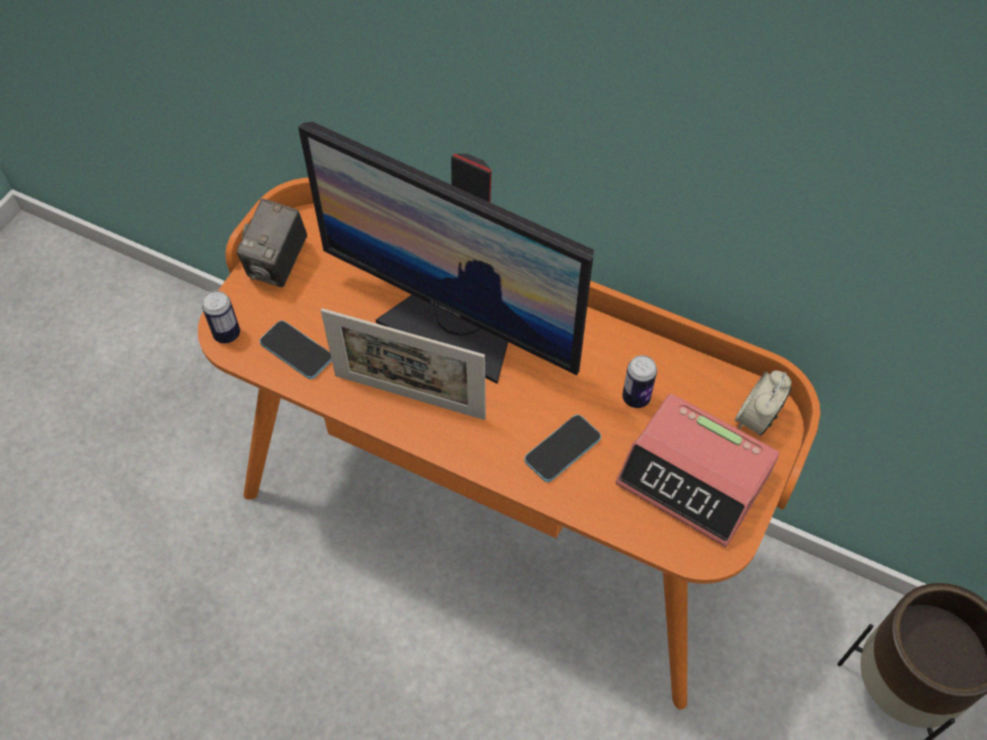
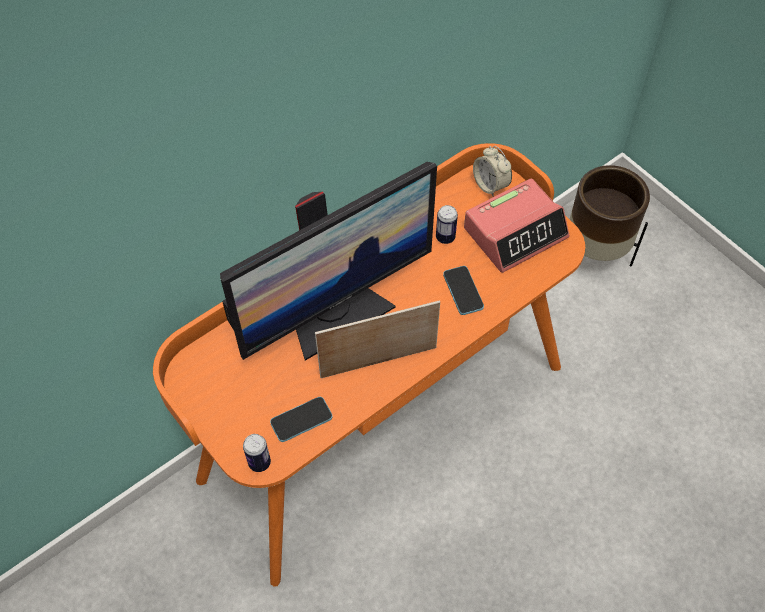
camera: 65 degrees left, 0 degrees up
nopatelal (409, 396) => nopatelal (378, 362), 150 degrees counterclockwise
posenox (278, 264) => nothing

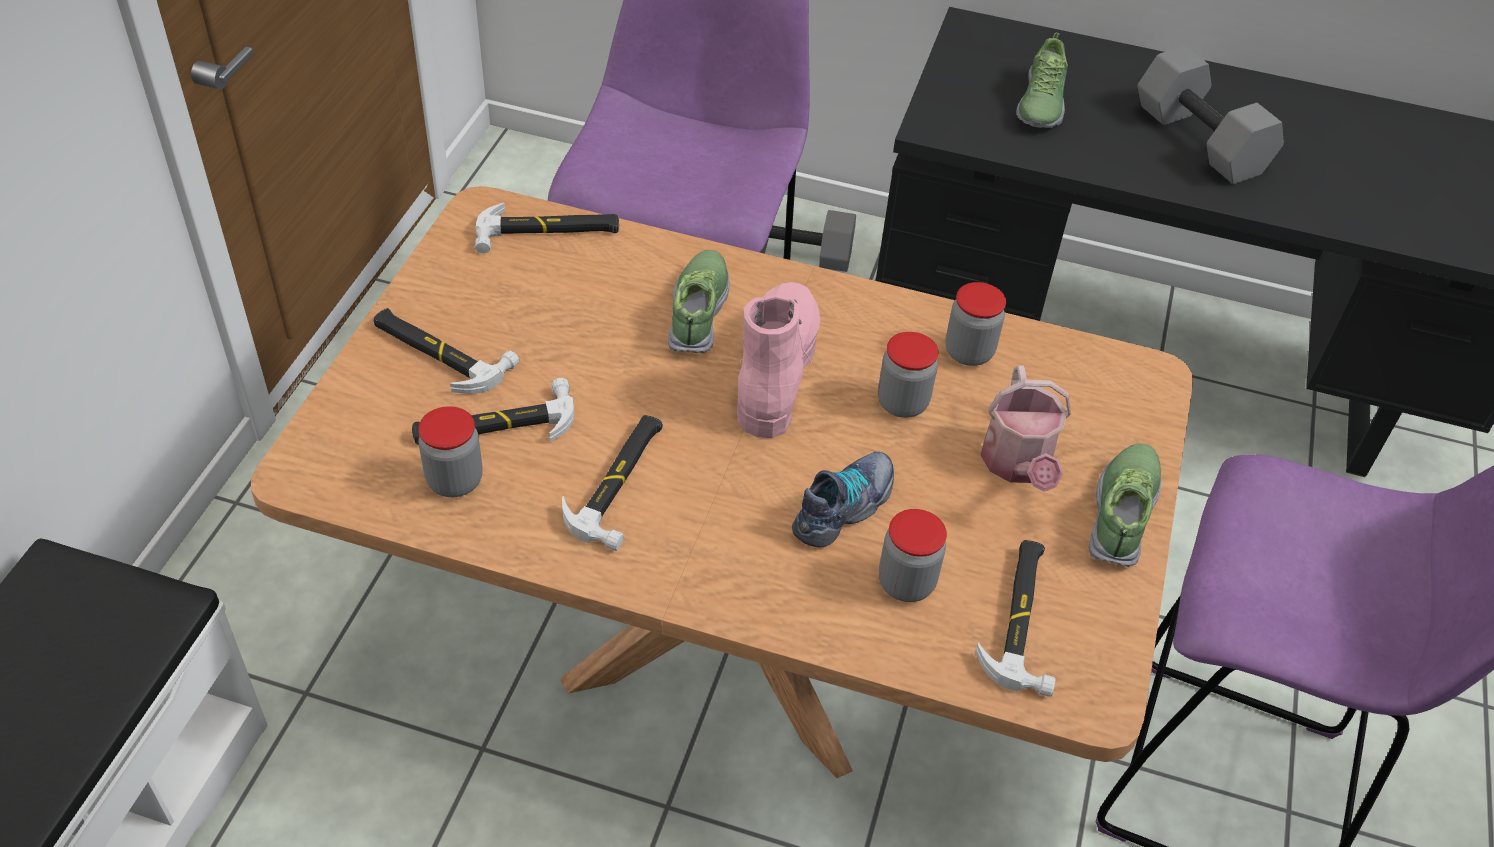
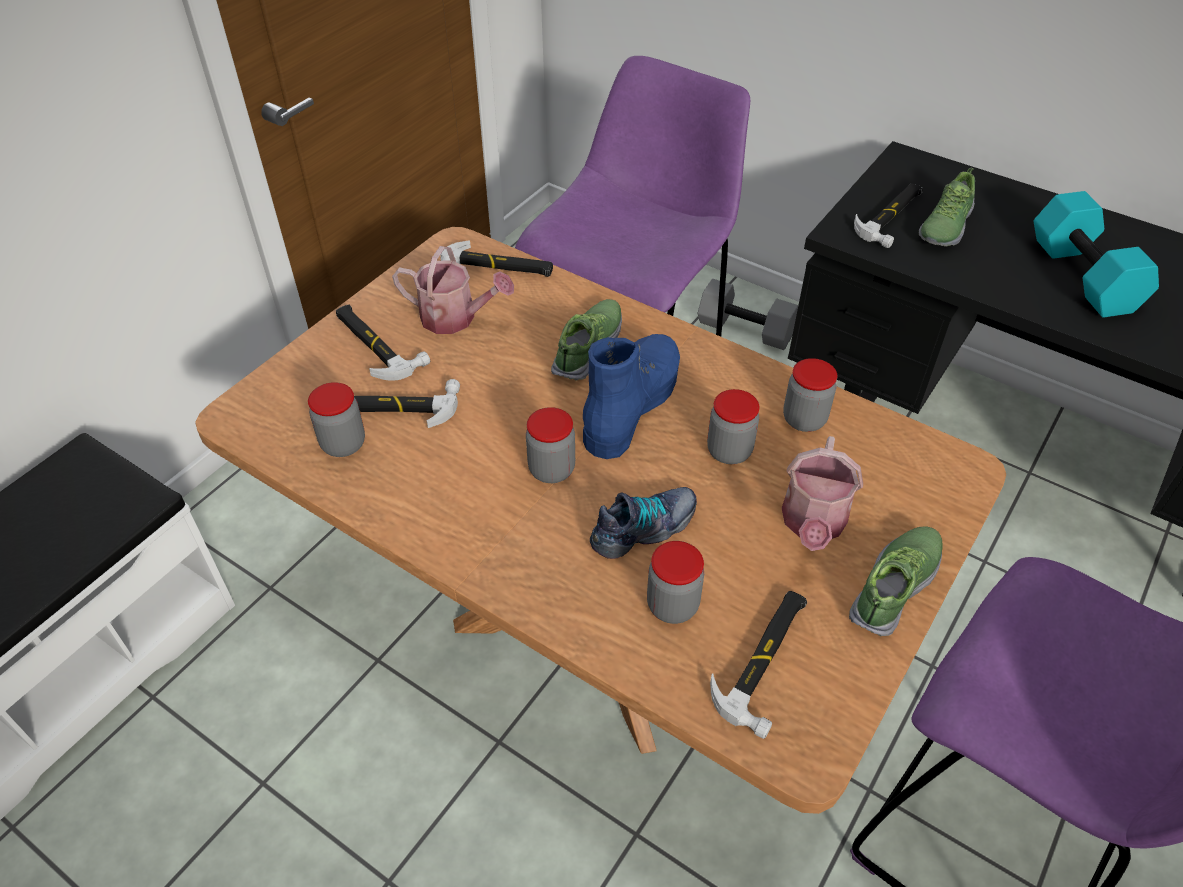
camera: 20 degrees right, 0 degrees up
nothing => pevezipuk (455, 318)
nothing => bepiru (551, 469)
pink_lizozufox (774, 372) => blue_lizozufox (630, 406)
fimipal (620, 482) => fimipal (891, 216), shifted
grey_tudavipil (1202, 140) => turquoise_tudavipil (1085, 276)

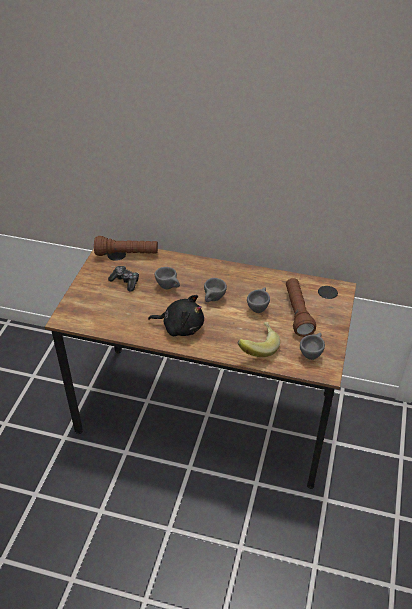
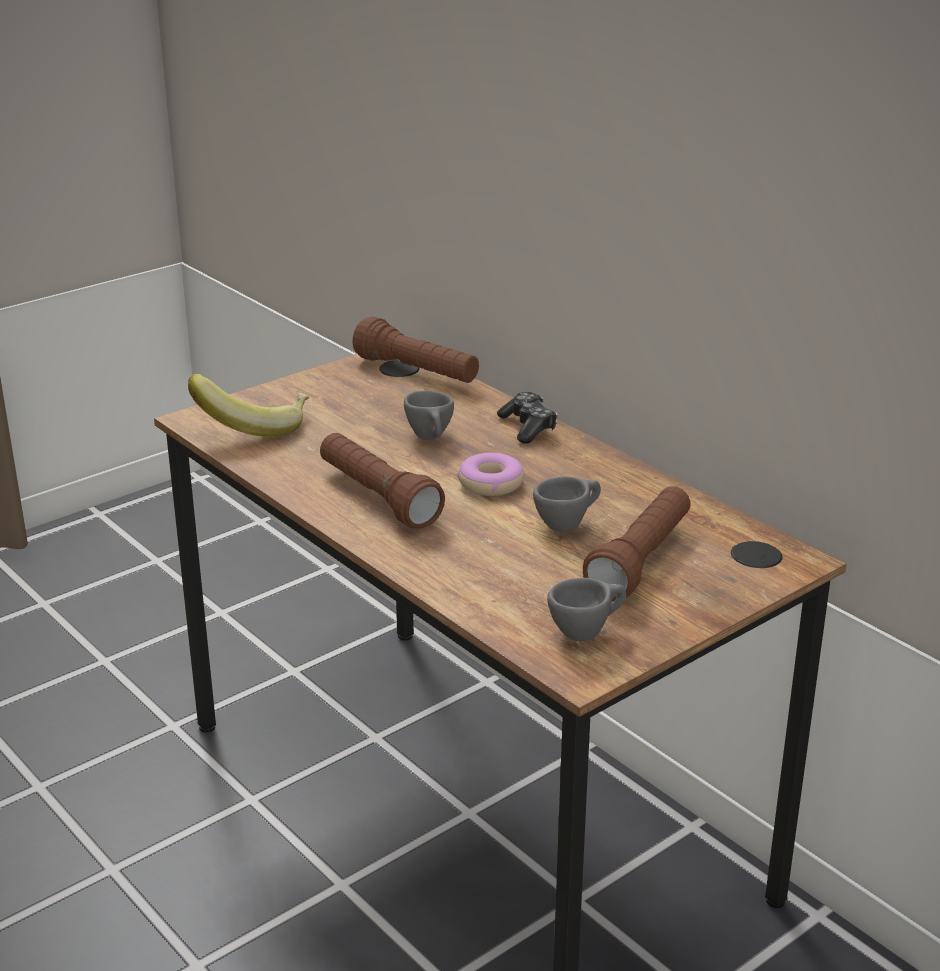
camera: 35 degrees right, 15 degrees down
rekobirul (257, 347) => rekobirul (254, 426), shifted
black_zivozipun (181, 326) => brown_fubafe (377, 498)
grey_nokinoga (213, 300) => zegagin (491, 483)
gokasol (125, 281) => gokasol (528, 427), shifted

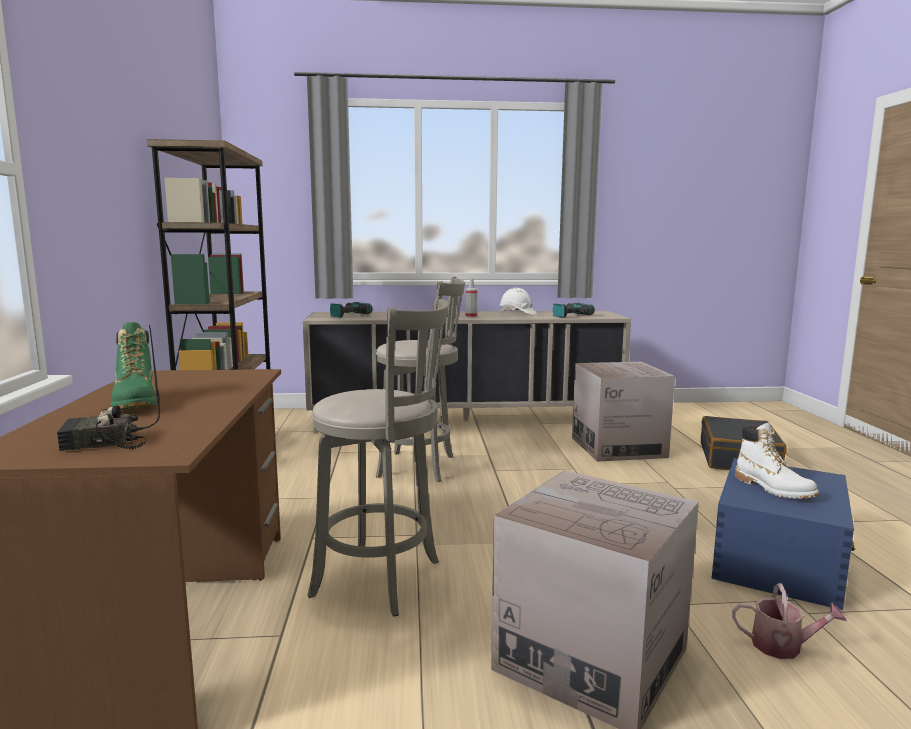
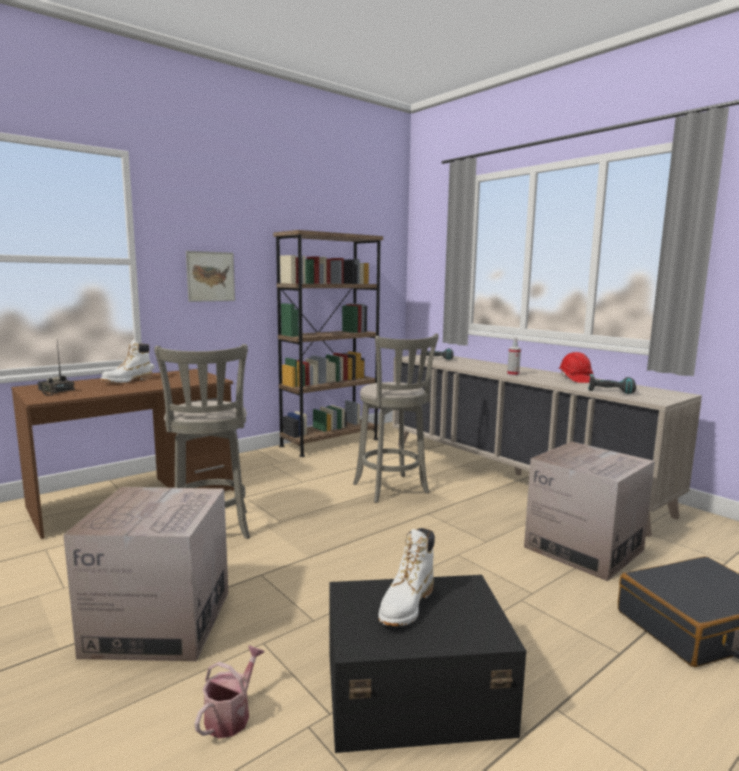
camera: 55 degrees right, 0 degrees up
green_lizozufox (136, 403) => white_lizozufox (127, 381)
nothing => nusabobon (210, 276)
pevezipuk (783, 646) => pevezipuk (231, 715), 135 degrees counterclockwise
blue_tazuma (776, 560) => black_tazuma (413, 692)
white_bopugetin (517, 313) => red_bopugetin (575, 379)

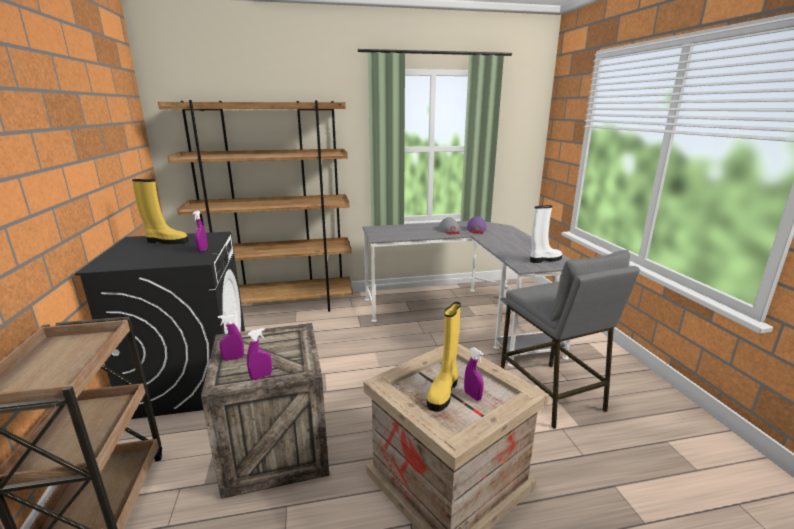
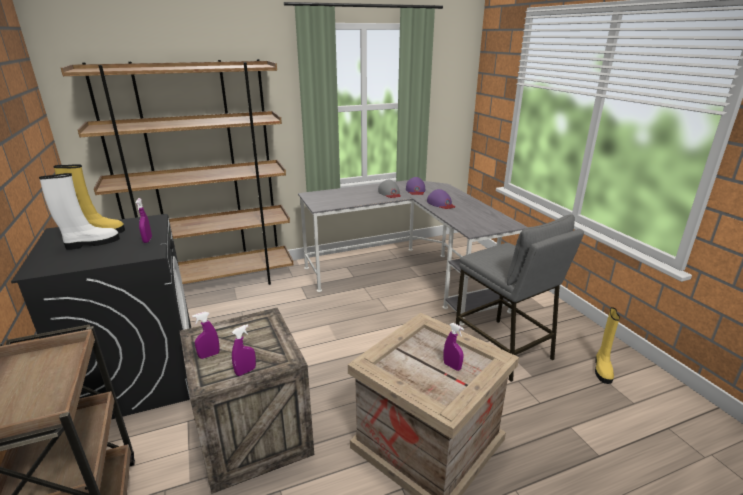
camera: 10 degrees left, 5 degrees up
white_lizozufox (544, 260) => white_lizozufox (91, 243), shifted
nothing => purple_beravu (441, 203)
yellow_lizozufox (443, 392) => yellow_lizozufox (602, 369), shifted

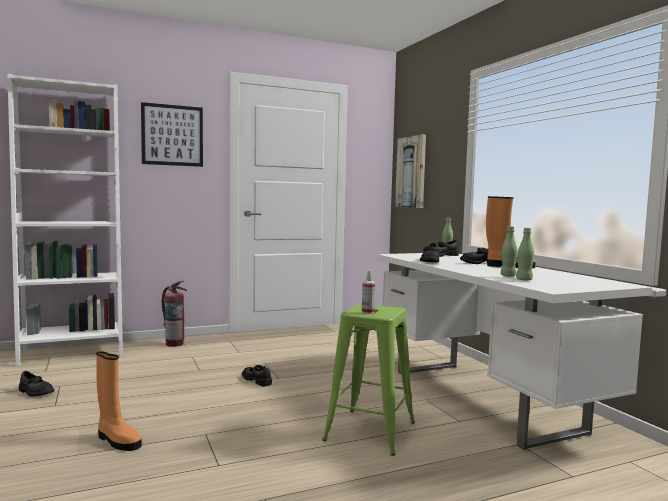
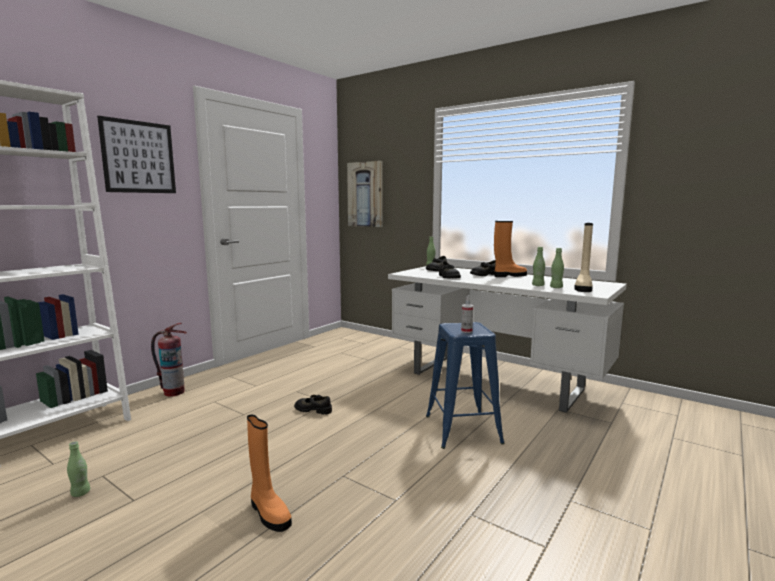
camera: 30 degrees left, 5 degrees up
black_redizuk (35, 392) => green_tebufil (80, 493)
orange_lizozufox (117, 441) => orange_lizozufox (268, 513), 45 degrees clockwise
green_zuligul (369, 431) => blue_zuligul (462, 429)
nothing => beige_lizozufox (583, 288)

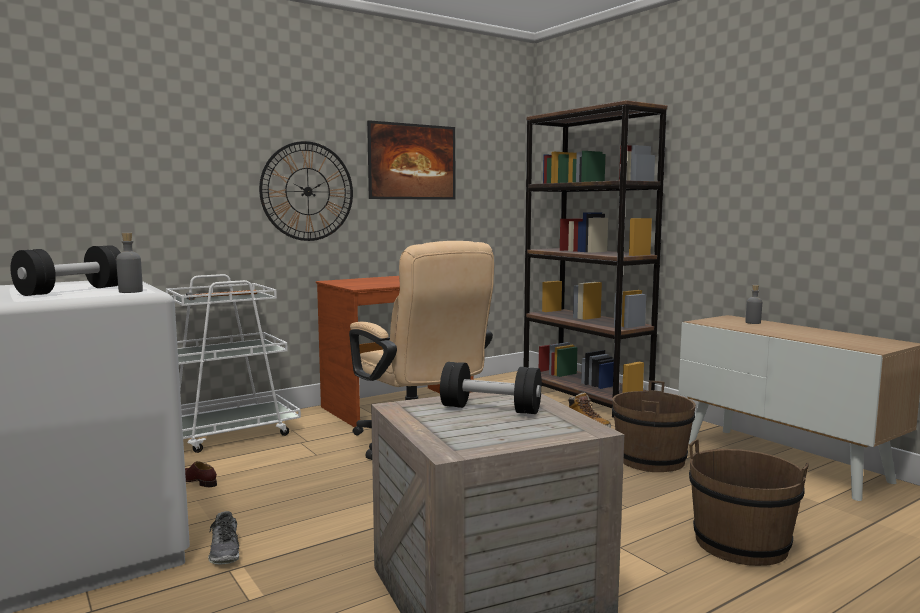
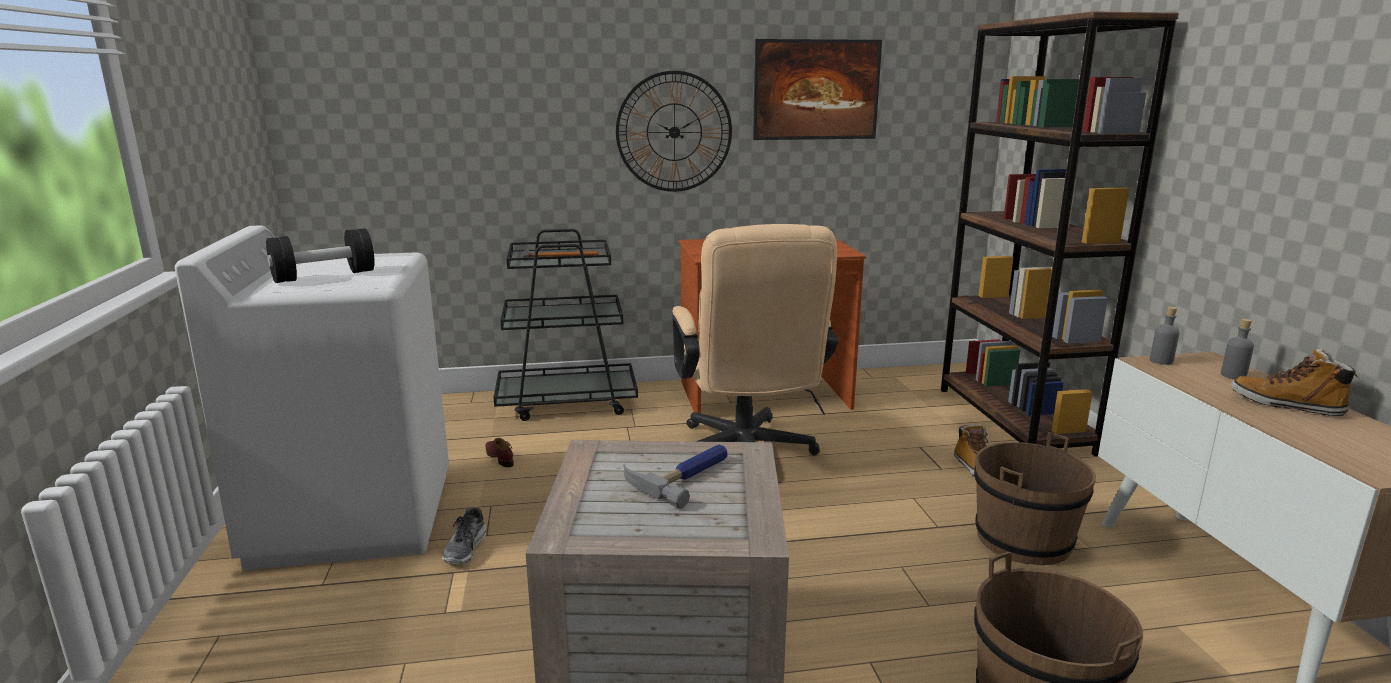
camera: 25 degrees right, 10 degrees up
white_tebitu (228, 434) => black_tebitu (568, 402)
black_tudavipil (491, 409) => fimipal (683, 476)
grey_tebufil (130, 291) => grey_tebufil (1161, 361), shifted
nothing => lizozufox (1287, 405)

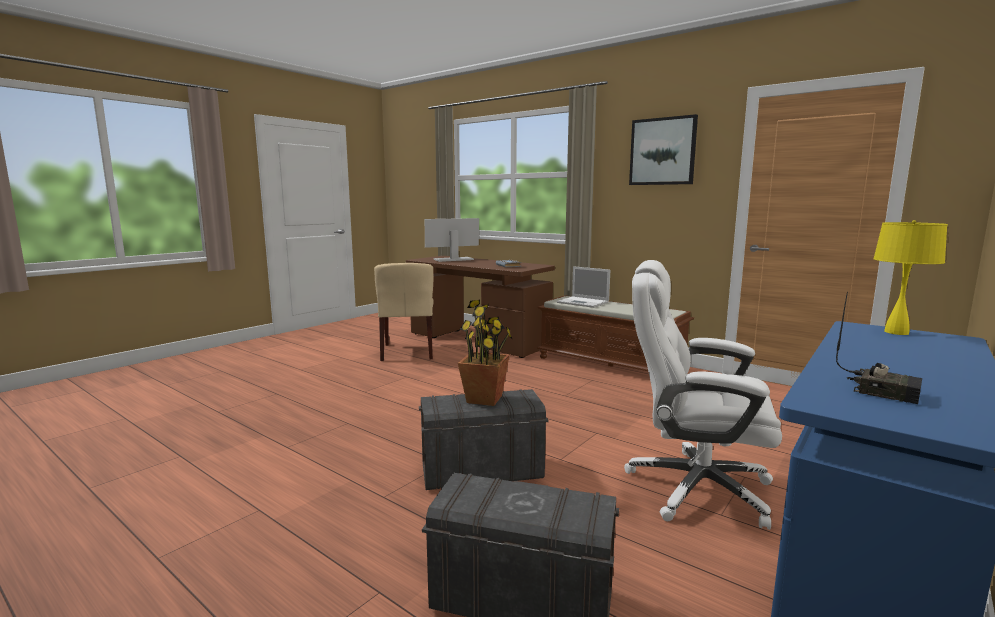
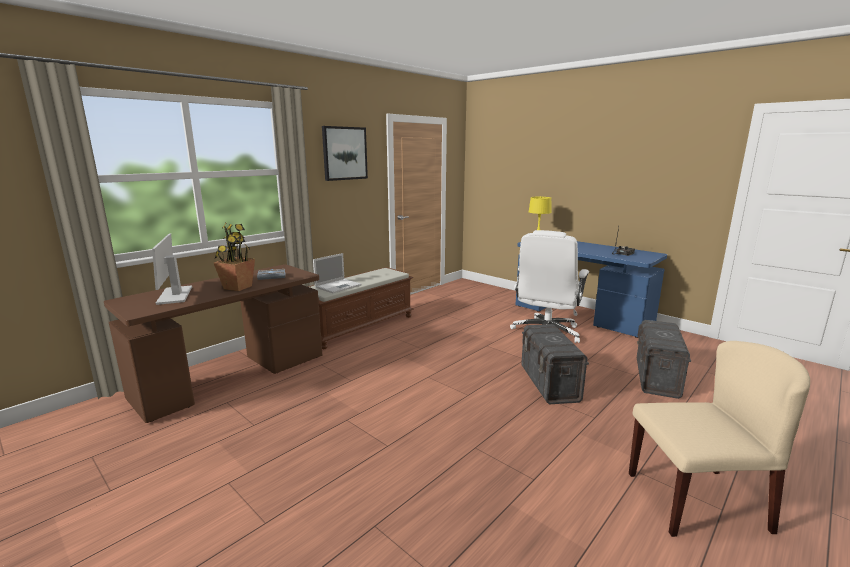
camera: 85 degrees left, 5 degrees up
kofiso (484, 399) => kofiso (237, 287), shifted
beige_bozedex (408, 352) => beige_bozedex (696, 500), shifted

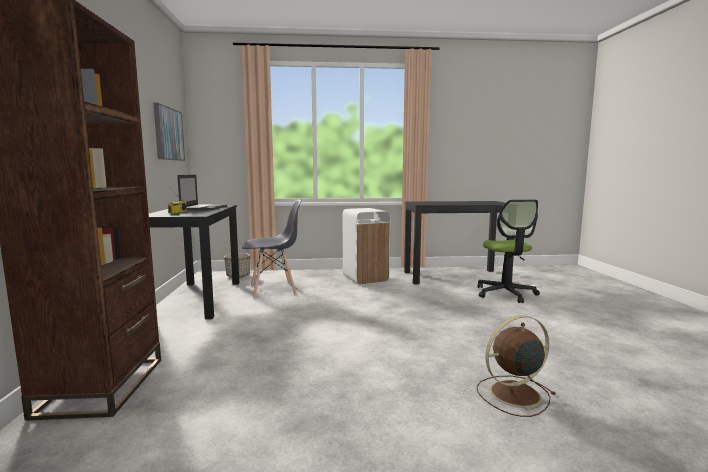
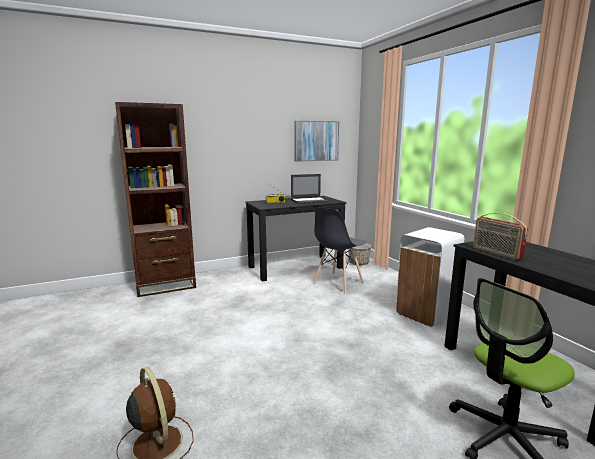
camera: 70 degrees right, 5 degrees up
grey_bozedex (273, 290) => grey_bozedex (338, 283), 75 degrees clockwise
nothing => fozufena (496, 253)

